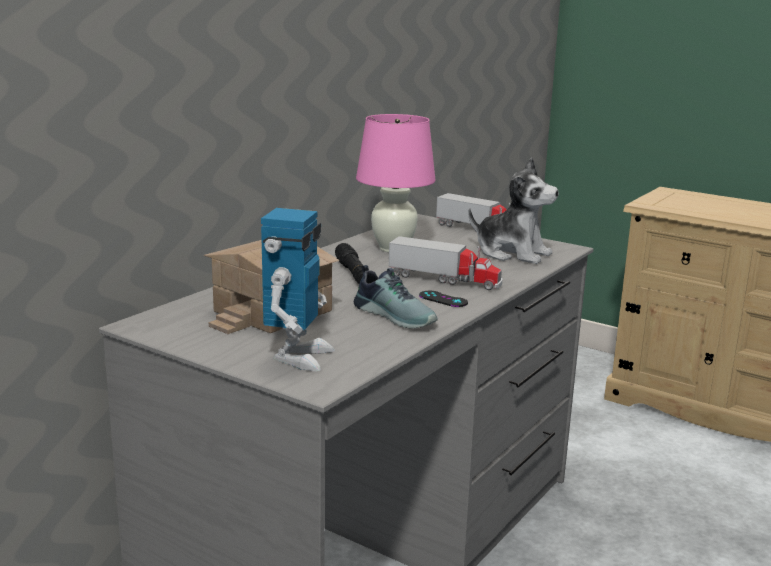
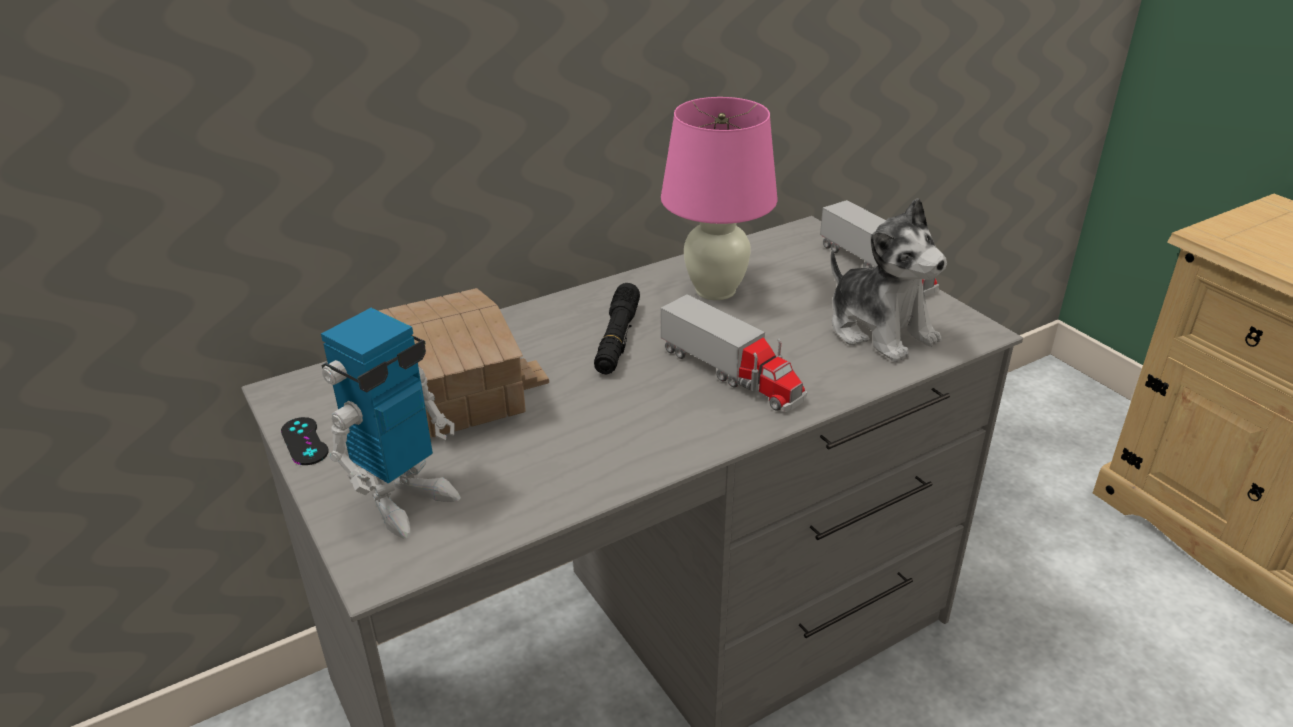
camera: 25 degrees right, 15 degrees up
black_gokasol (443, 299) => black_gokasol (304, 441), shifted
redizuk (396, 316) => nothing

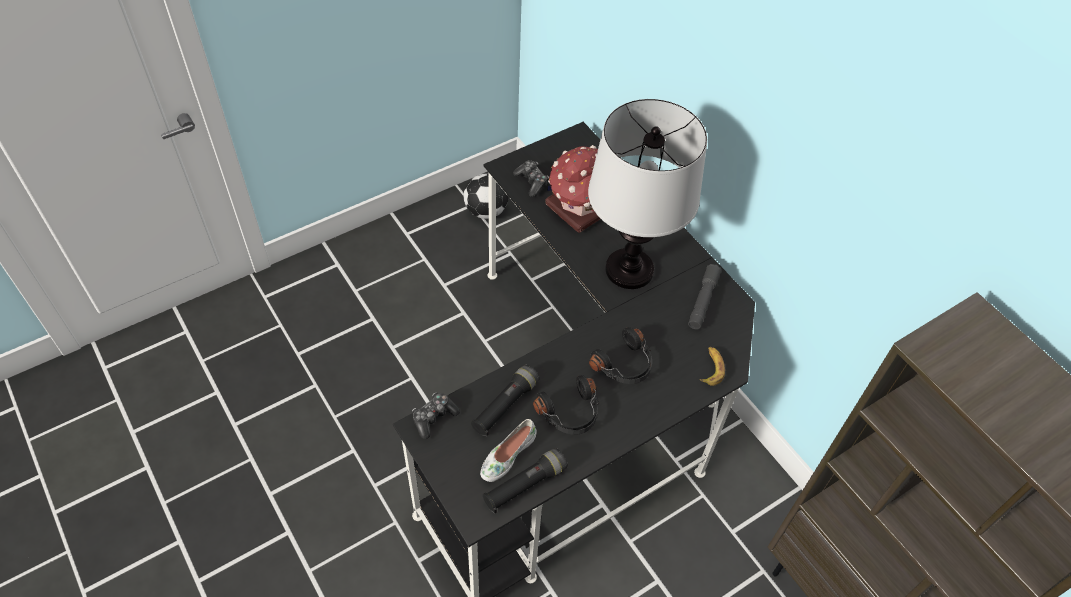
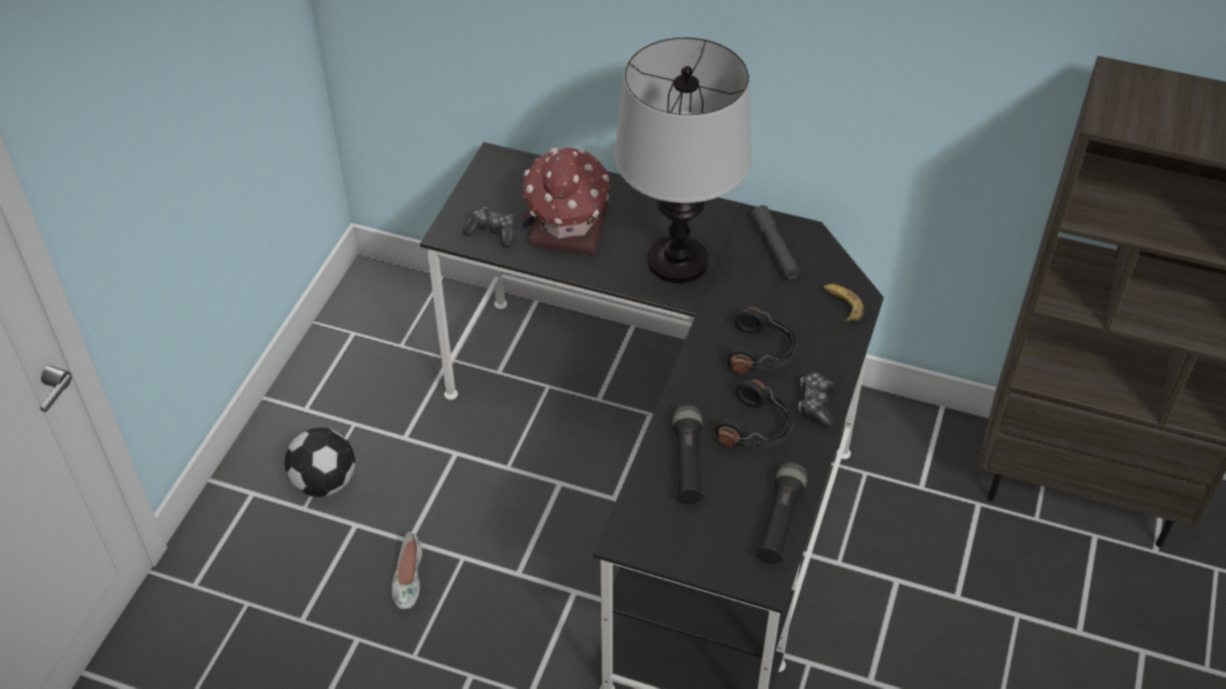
camera: 35 degrees left, 5 degrees down
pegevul (486, 210) => pegevul (324, 481), shifted
white_redizuk (507, 454) => white_redizuk (407, 578), shifted
gokasol (434, 417) => gokasol (816, 404), shifted

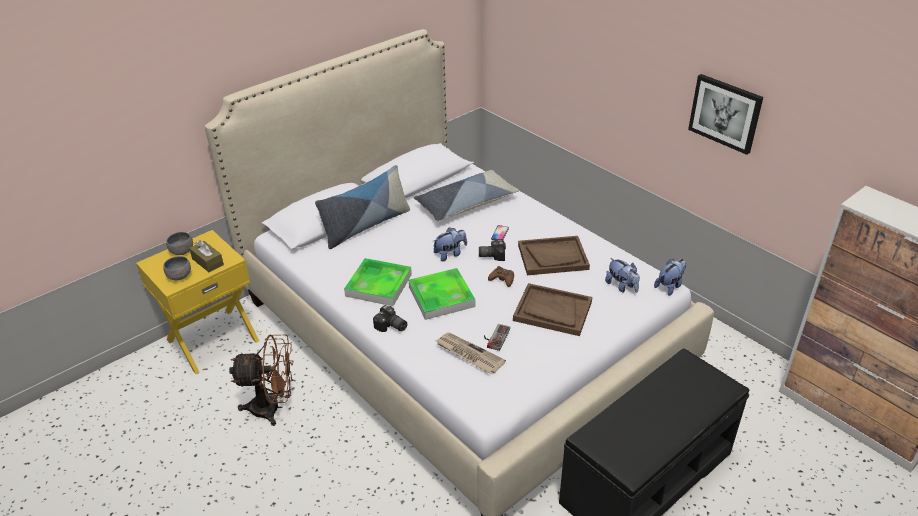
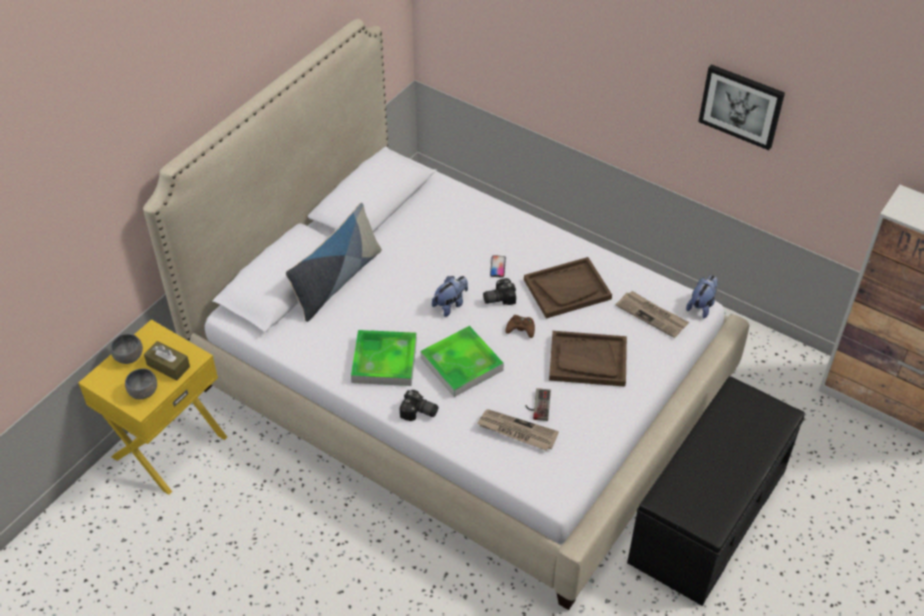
camera: 15 degrees left, 10 degrees up
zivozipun (622, 286) => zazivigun (652, 315)
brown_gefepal (273, 408) => nothing
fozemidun (466, 204) => nothing

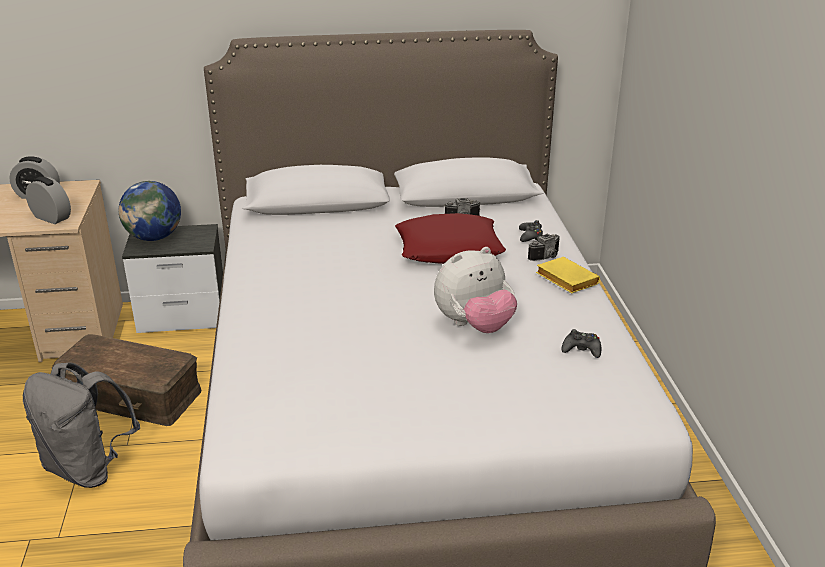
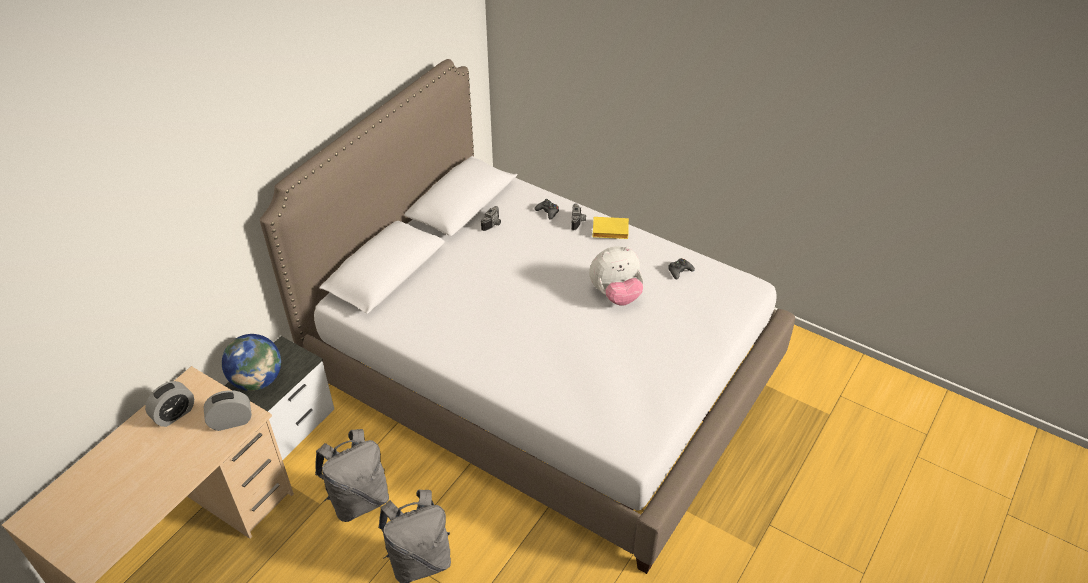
camera: 50 degrees left, 15 degrees up
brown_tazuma (132, 394) => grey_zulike (359, 499)
zivozipun (474, 326) => zivozipun (616, 294), 60 degrees clockwise
red_fozemidun (449, 248) => nothing

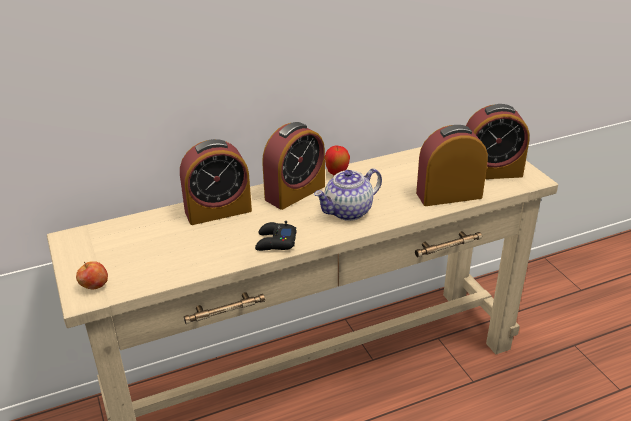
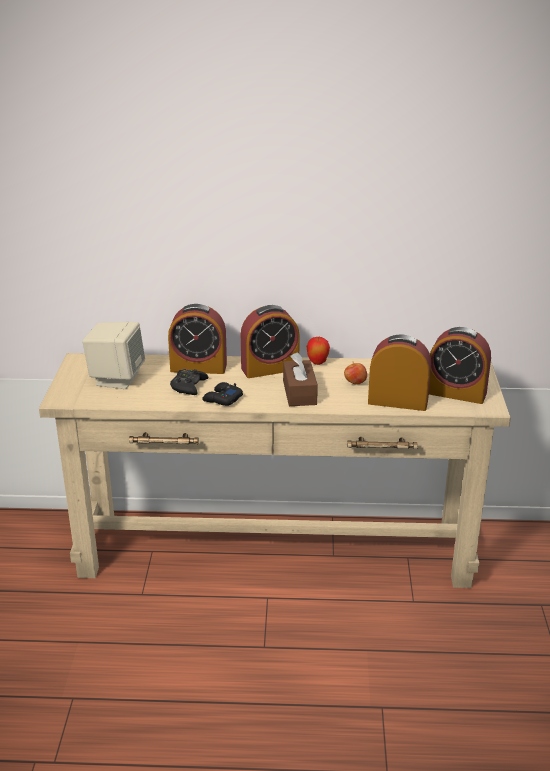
camera: 25 degrees right, 5 degrees down
nothing => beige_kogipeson (116, 378)
nothing => black_gokasol (188, 386)
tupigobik (348, 212) => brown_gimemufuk (299, 392)
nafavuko (94, 286) => nafavuko (355, 383), shifted

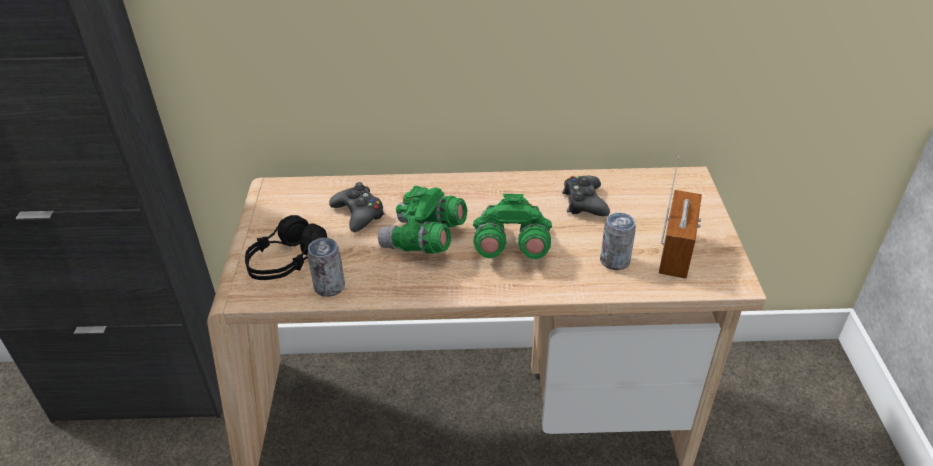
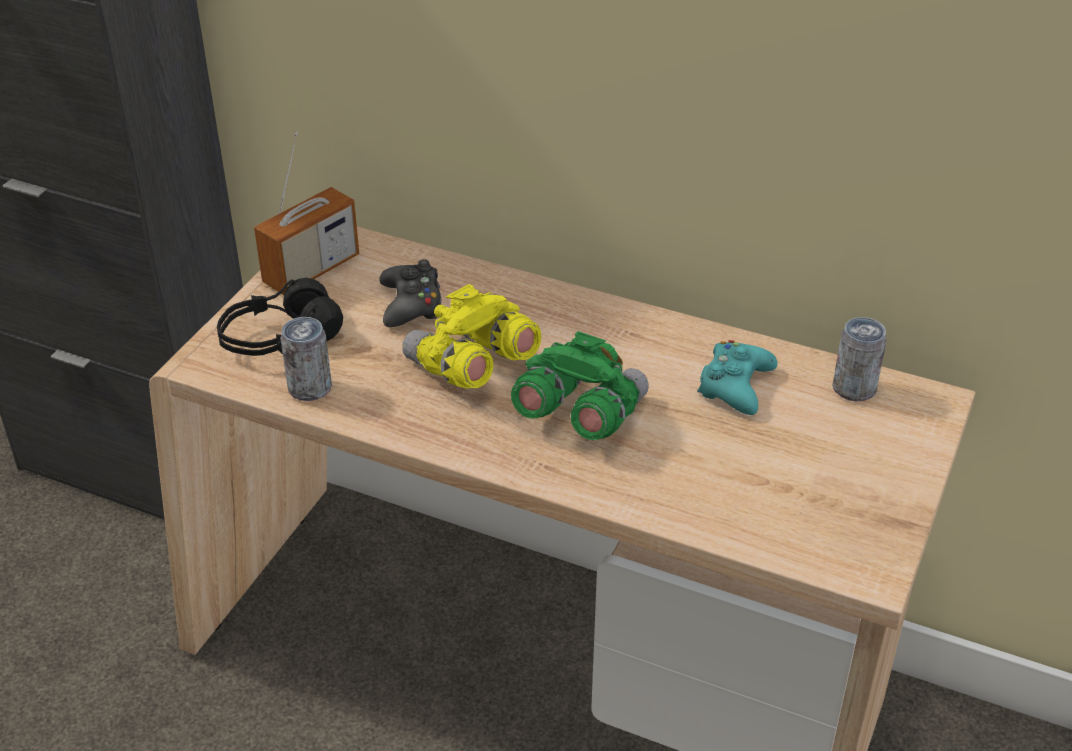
camera: 25 degrees right, 0 degrees up
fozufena (676, 253) => fozufena (311, 270), shifted
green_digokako (424, 240) => yellow_digokako (471, 367)
black_gokasol (584, 202) => turquoise_gokasol (735, 386)
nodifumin (614, 261) => nodifumin (854, 389), shifted

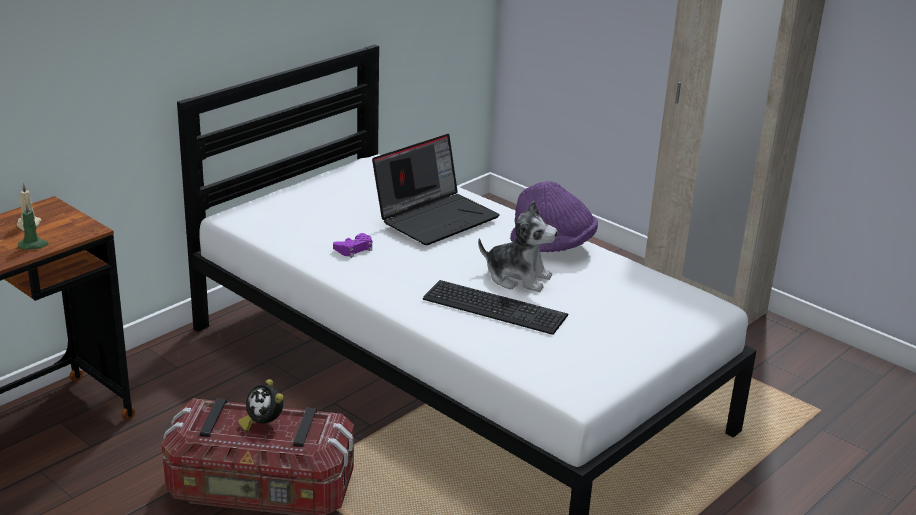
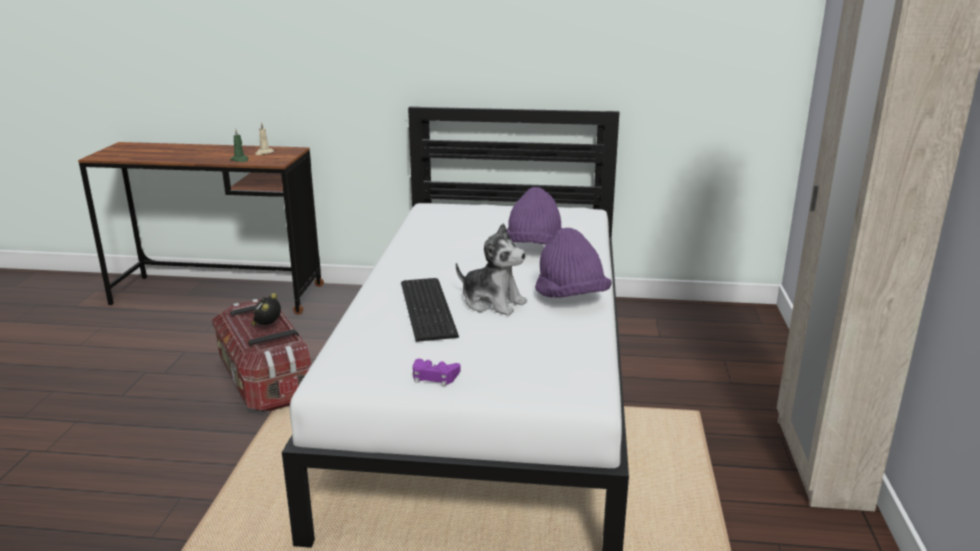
camera: 55 degrees right, 5 degrees down
purple_gokasol (354, 249) => purple_gokasol (434, 376), shifted
zivozipun (518, 277) => zivozipun (492, 302), 45 degrees counterclockwise
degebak (436, 217) => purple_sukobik (533, 249)

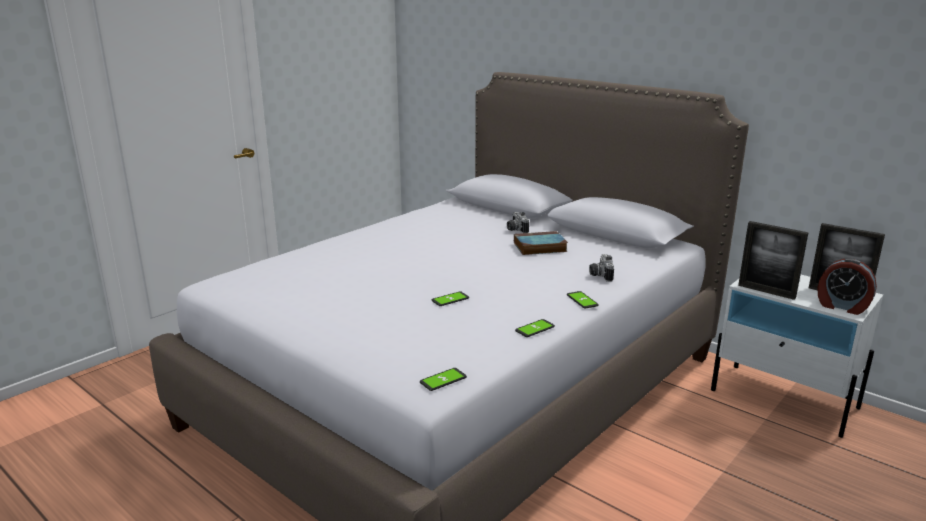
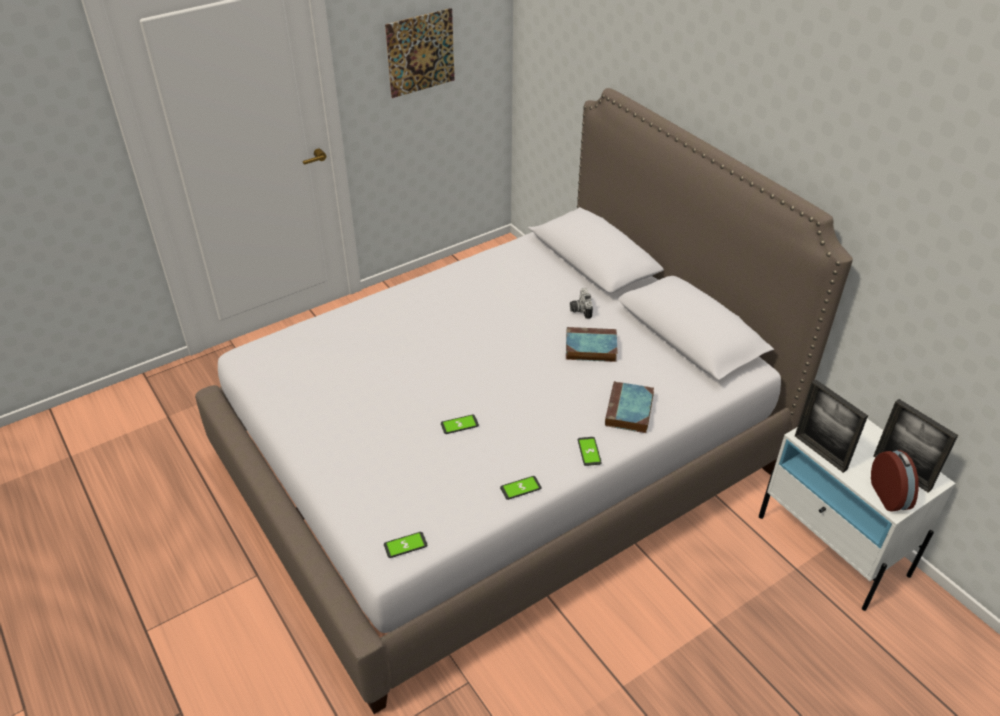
camera: 15 degrees right, 20 degrees up
nothing => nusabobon (420, 53)
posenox (599, 275) => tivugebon (629, 411)
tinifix (842, 306) => tinifix (890, 495), 150 degrees counterclockwise

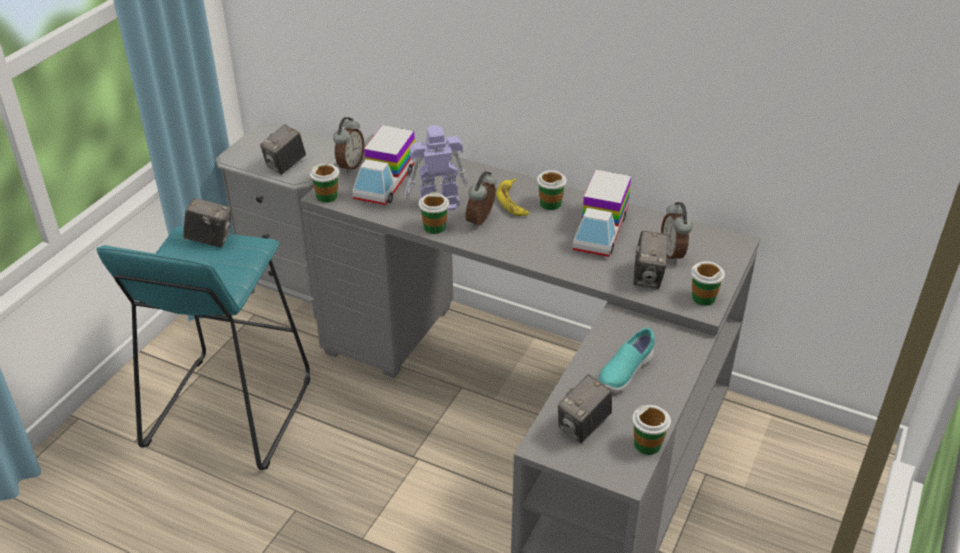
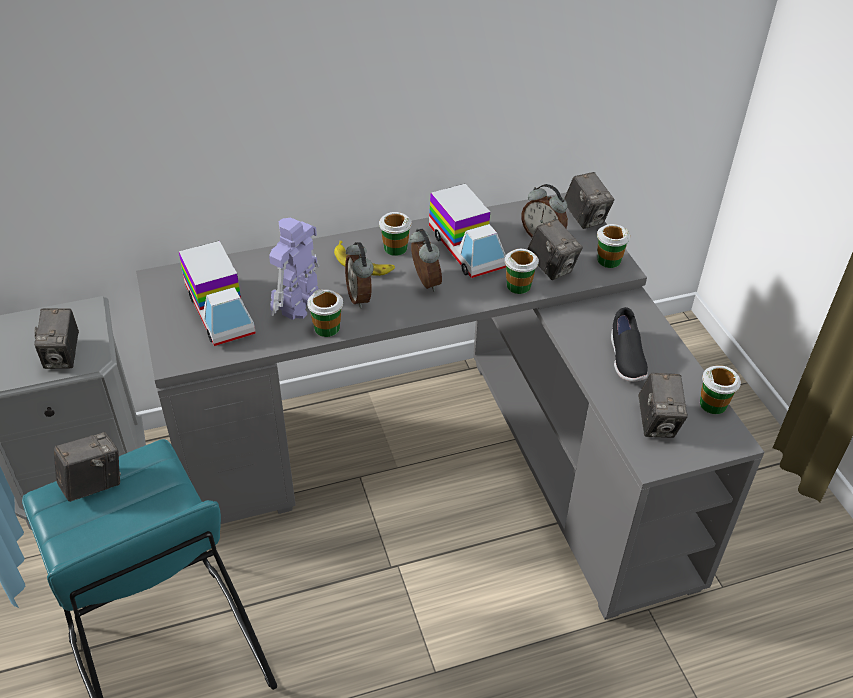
camera: 45 degrees left, 5 degrees up
tinifix (350, 165) => tinifix (424, 283), shifted
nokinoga (327, 196) => nokinoga (518, 286), shifted
nothing => posenox (585, 218)
turquoise_redizuk (624, 372) => black_redizuk (625, 358)

